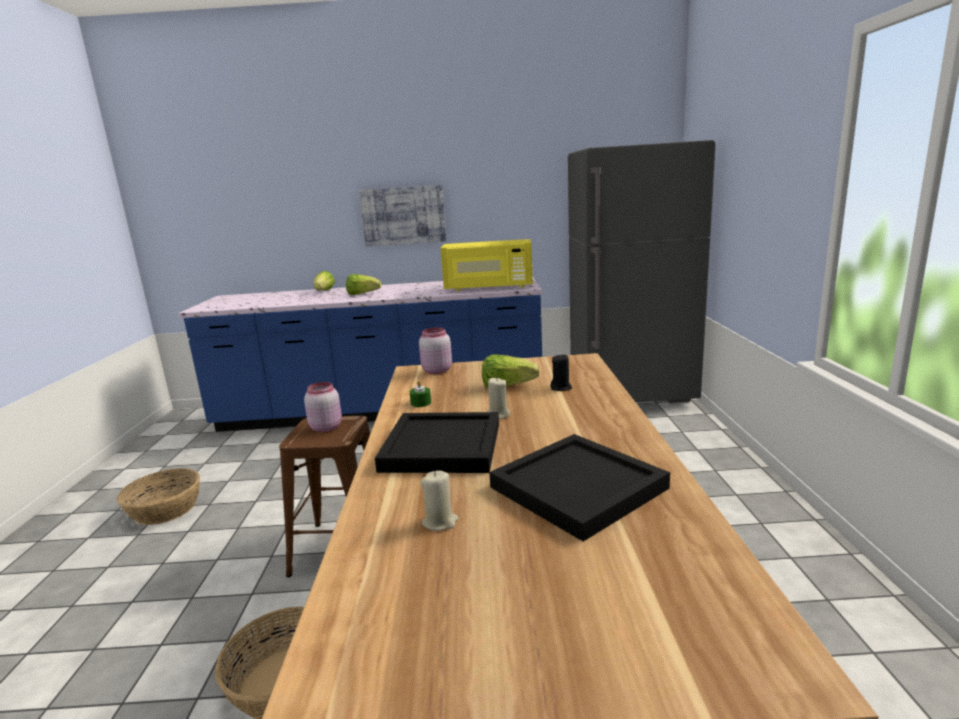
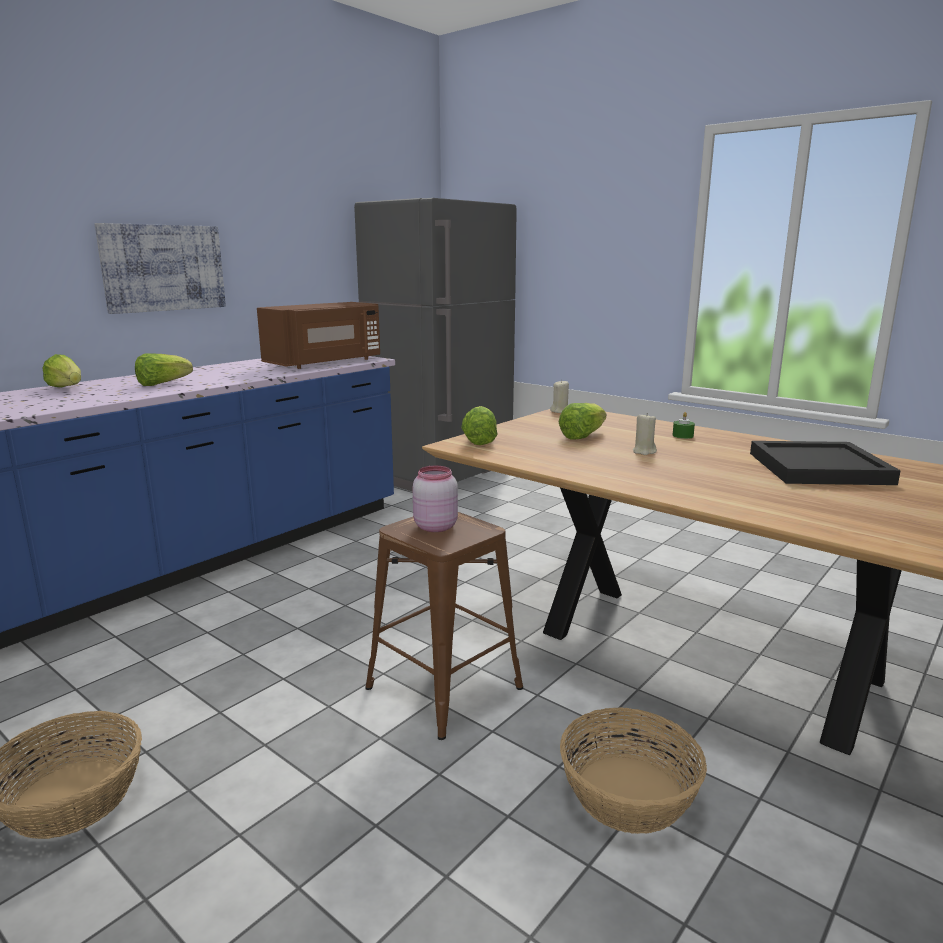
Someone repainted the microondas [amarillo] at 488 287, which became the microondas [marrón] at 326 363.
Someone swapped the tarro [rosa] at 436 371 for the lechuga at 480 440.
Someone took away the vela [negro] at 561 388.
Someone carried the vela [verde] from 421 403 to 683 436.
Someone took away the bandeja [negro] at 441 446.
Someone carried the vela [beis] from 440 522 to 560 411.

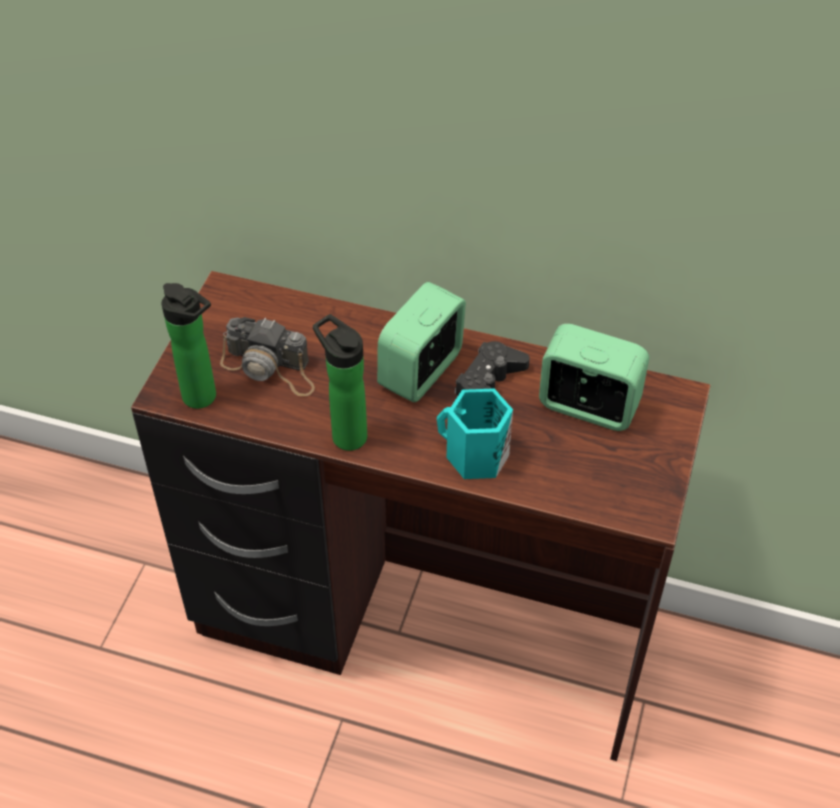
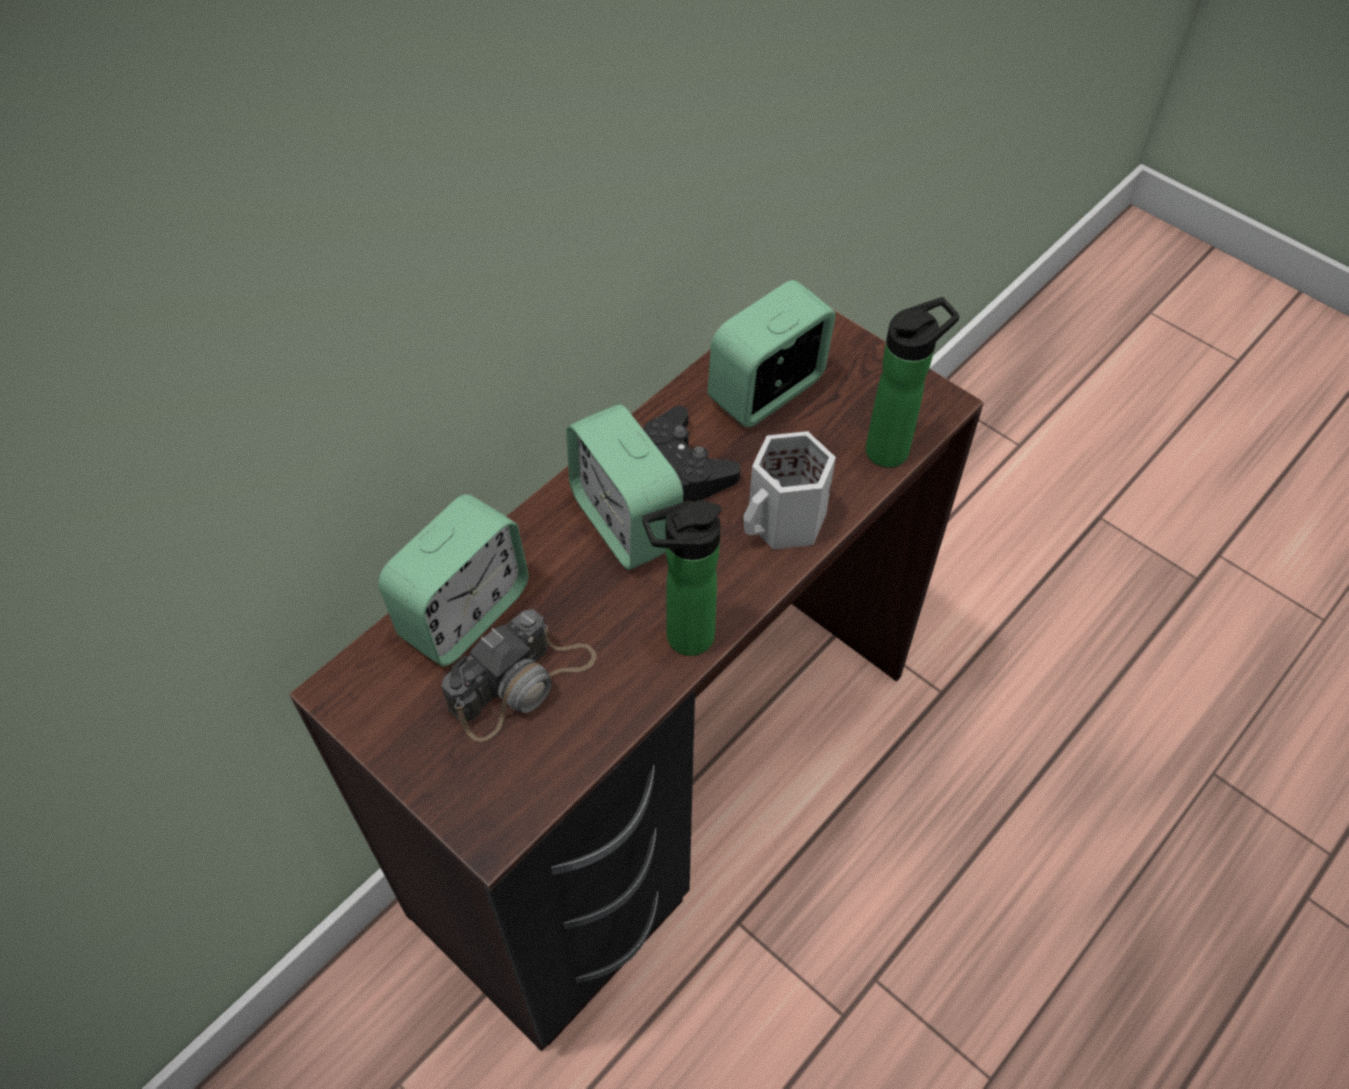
Someone carried the botella from 203 399 to 893 448.
Someone repainted the taza grande [turquesa] at 474 457, which became the taza grande [blanco] at 785 522.
Someone put down the despertador at 464 613.

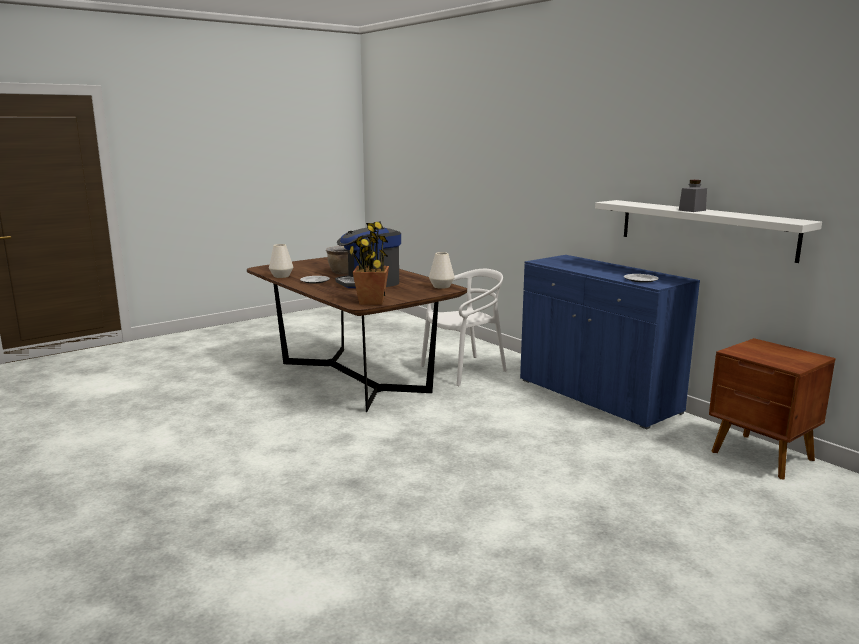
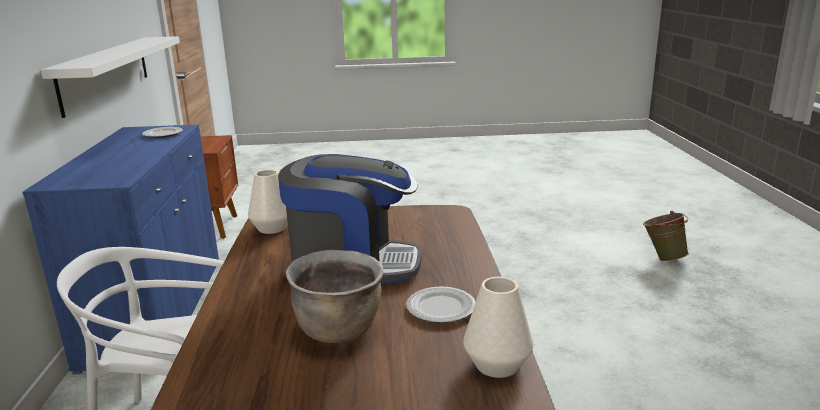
Someone took away the tarro [gris] at 692 210.
Someone took away the planta en maceta at 371 302.
Someone put down the cubo [verde] at 662 257.

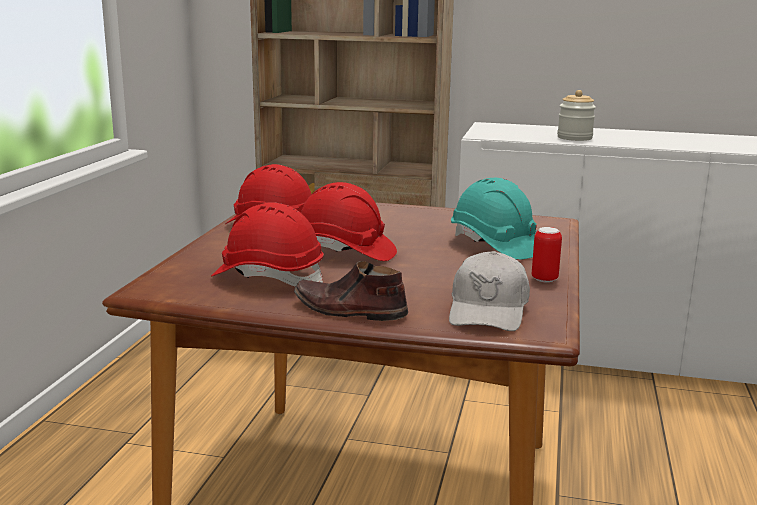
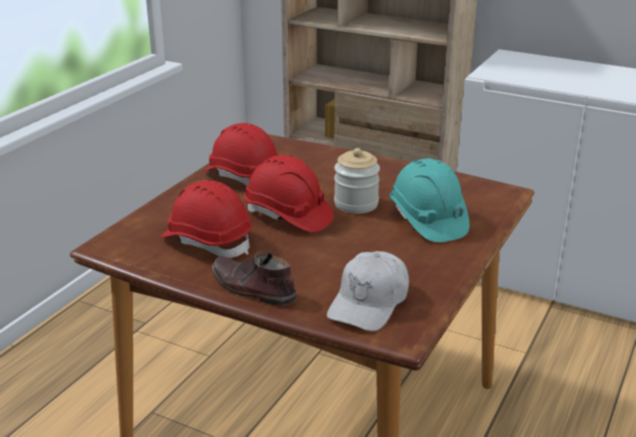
Someone carried the tarro from 574 138 to 356 204.
Someone took away the lata at 544 279.

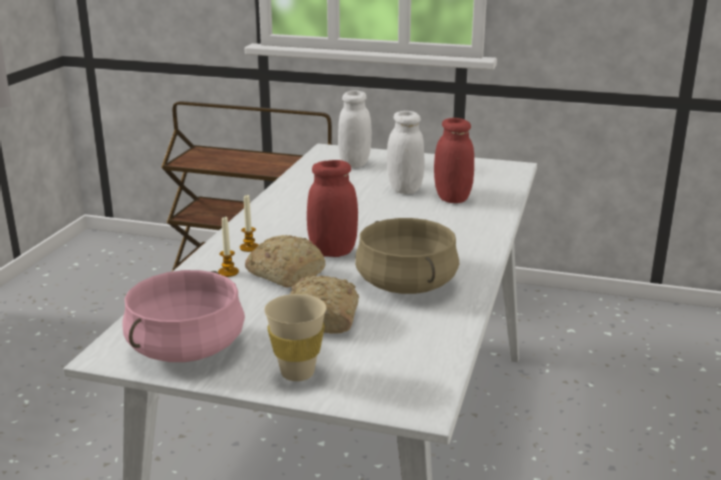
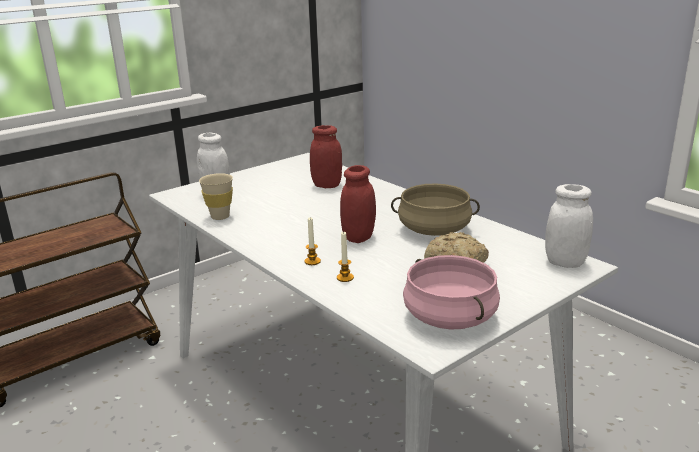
Someone carried the tarro [blanco] from 405 189 to 565 262.
Someone took away the pan at 285 273.
Someone carried the taza [beis] from 297 373 to 220 216.

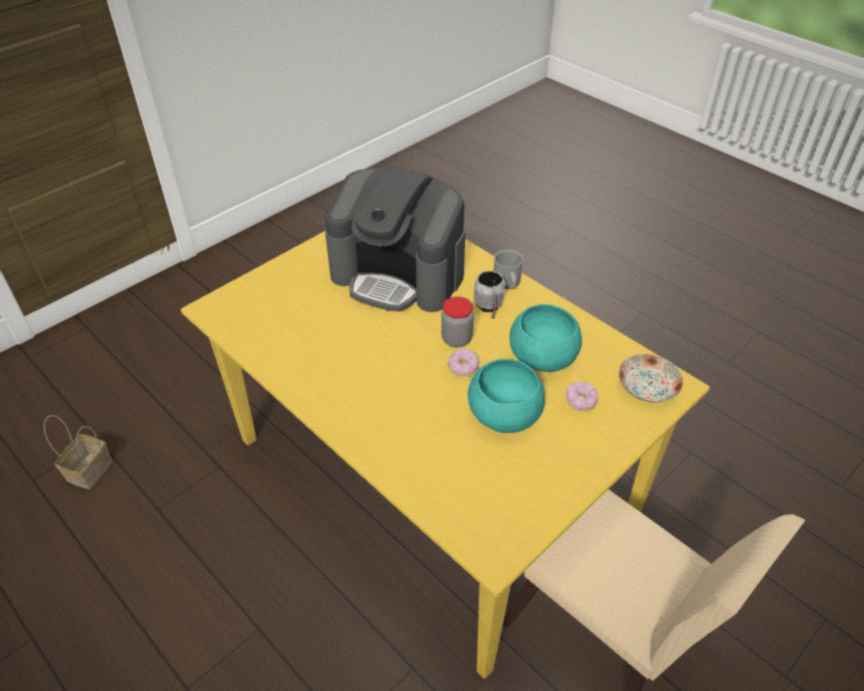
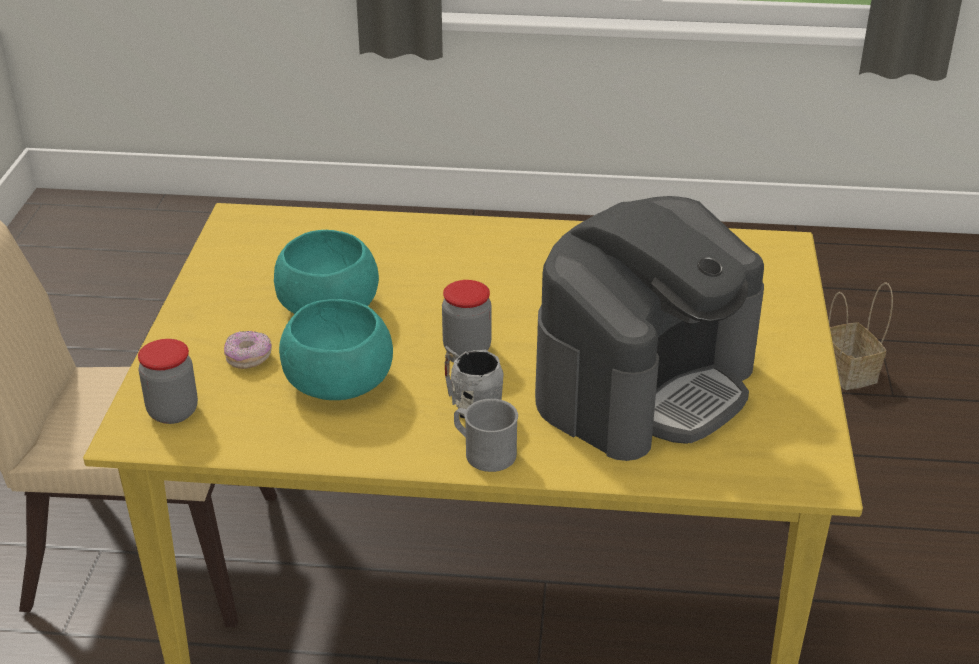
Someone rotated the cafetera at 399 274 by 150 degrees clockwise.
Someone took away the rosquilla at 463 368.
Someone swapped the plato at 646 387 for the tarro at 173 412.

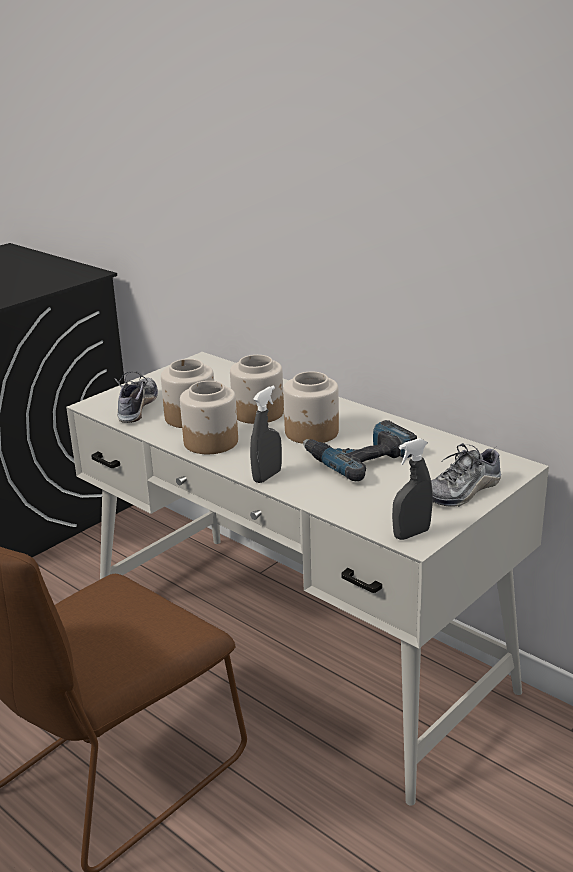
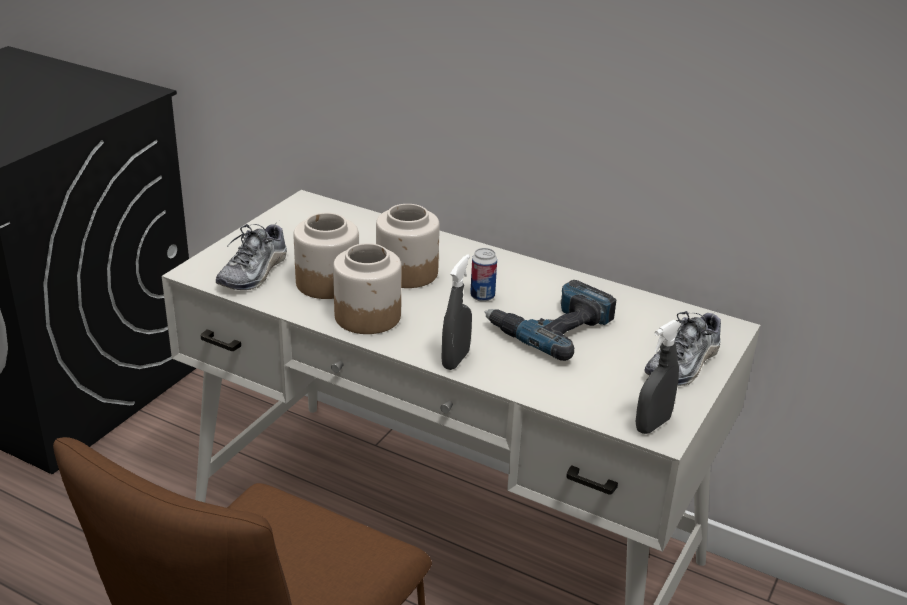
Someone rotated the zapato at 137 407 by 150 degrees counterclockwise.
Someone swapped the tarro at 312 432 for the lata at 482 296.

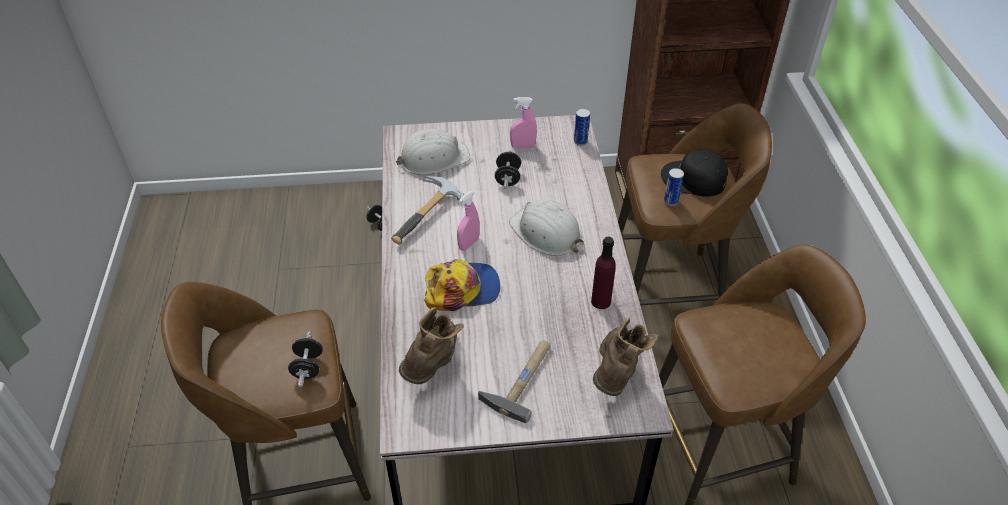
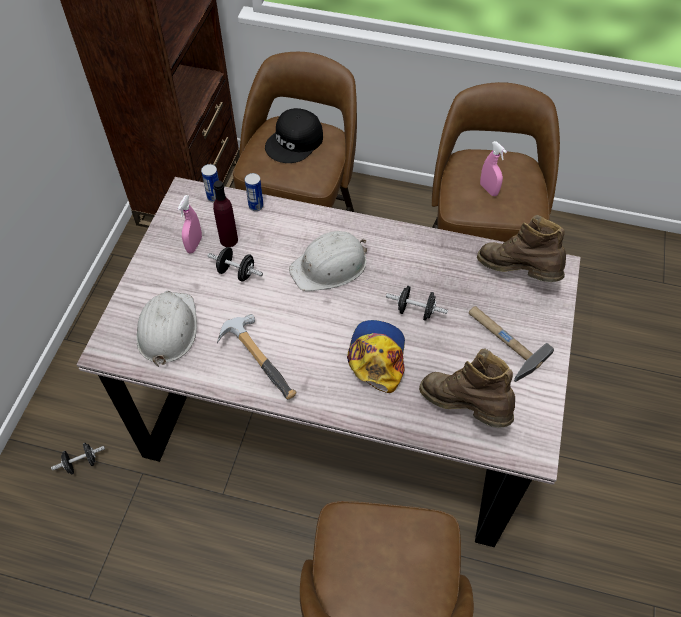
Someone carried the lata from 671 201 to 256 206.
Someone carried the pulverizador [rosa] from 468 244 to 488 189.
Someone carried the botella [morado] from 601 301 to 229 240.
Someone carried the mancuerna [negro] from 308 367 to 415 311.

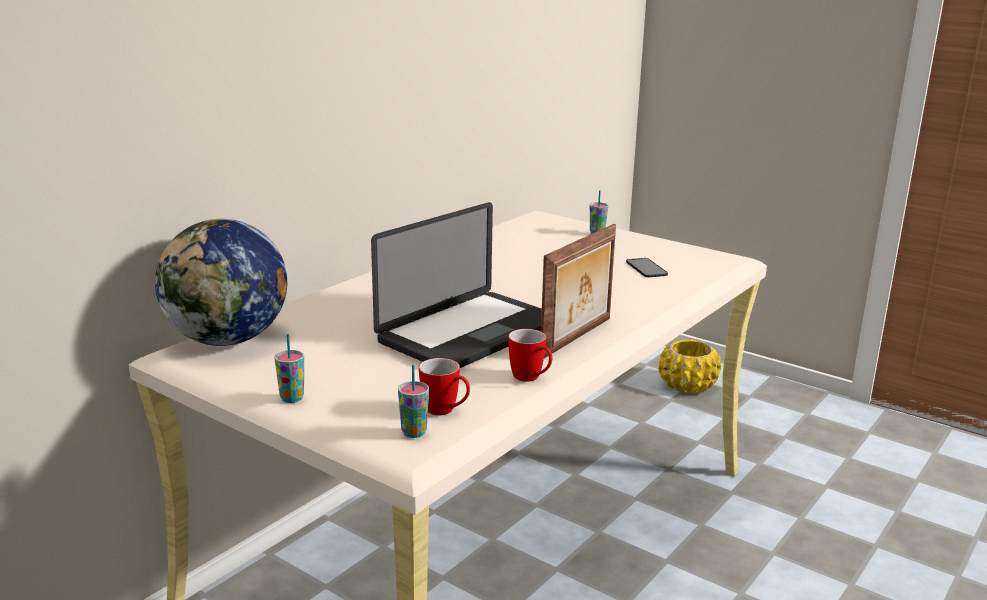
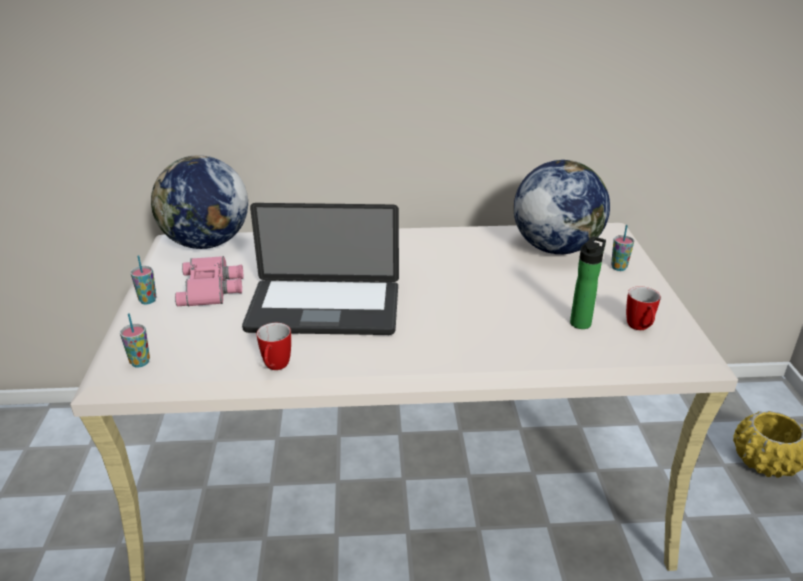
Someone took away the portarretratos at 578 338.
Someone swapped the móvil at 646 268 for the botella at 581 322.
Someone carried the taza grande from 446 411 to 640 328.
Someone put down the globo terráqueo at 555 248.
Someone put down the prismáticos [rosa] at 212 288.

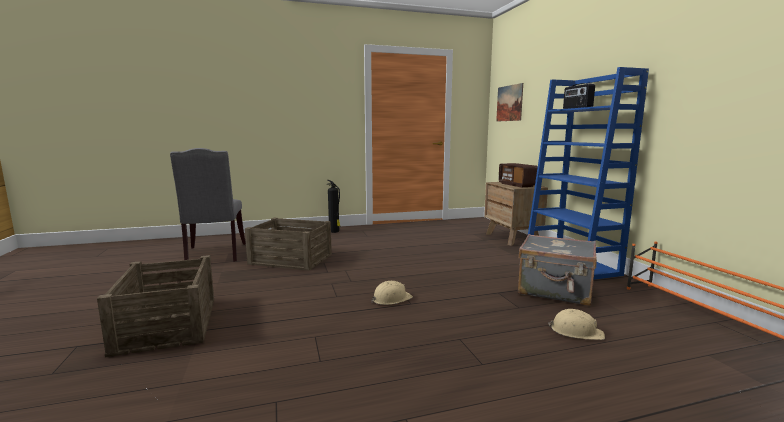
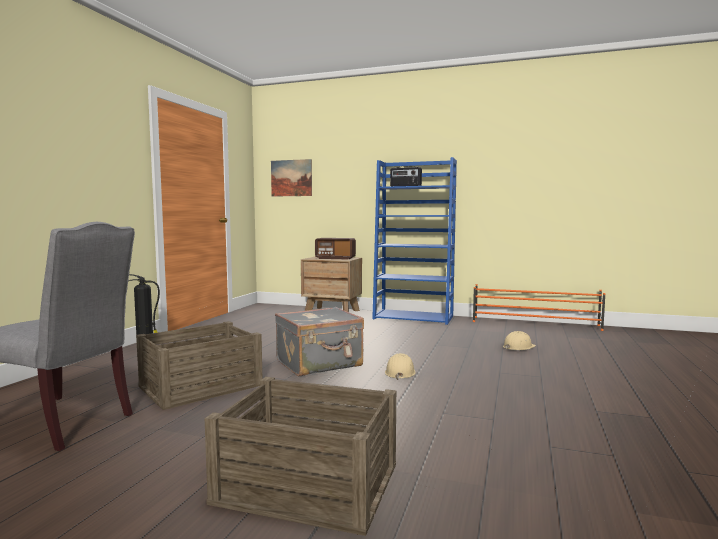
Someone carried the maleta [gris] from 555 291 to 320 364.

